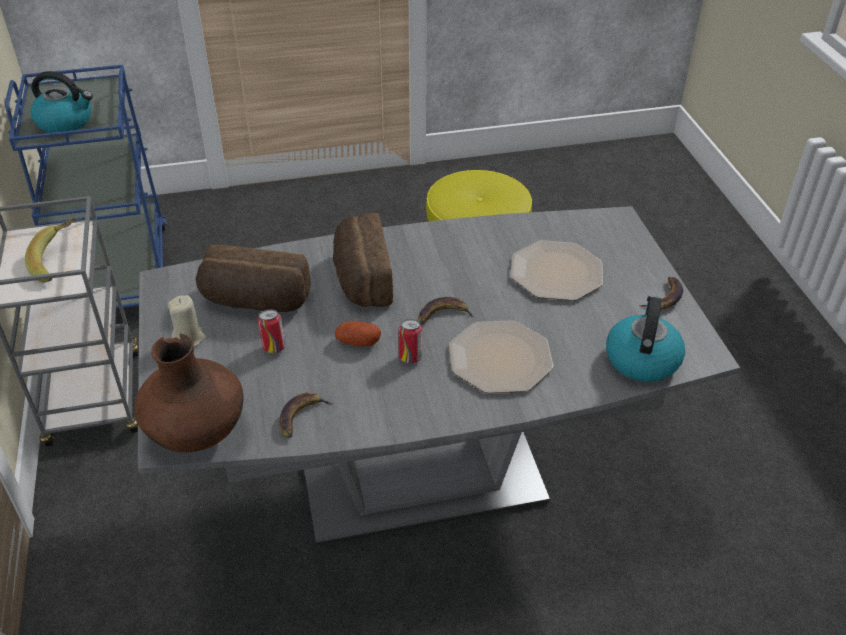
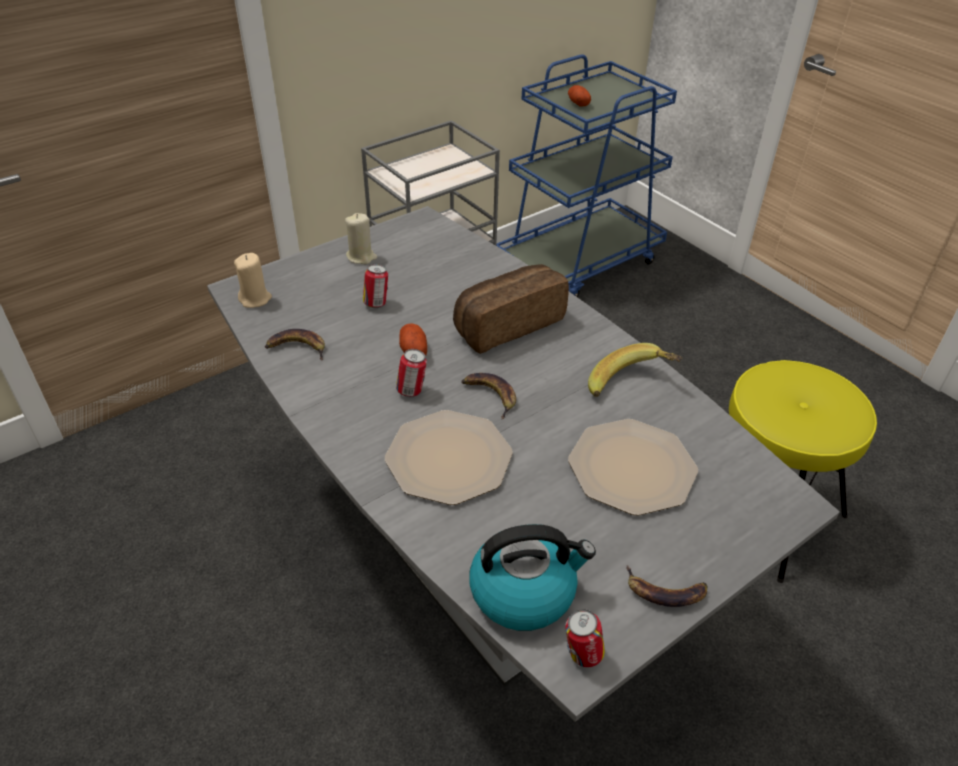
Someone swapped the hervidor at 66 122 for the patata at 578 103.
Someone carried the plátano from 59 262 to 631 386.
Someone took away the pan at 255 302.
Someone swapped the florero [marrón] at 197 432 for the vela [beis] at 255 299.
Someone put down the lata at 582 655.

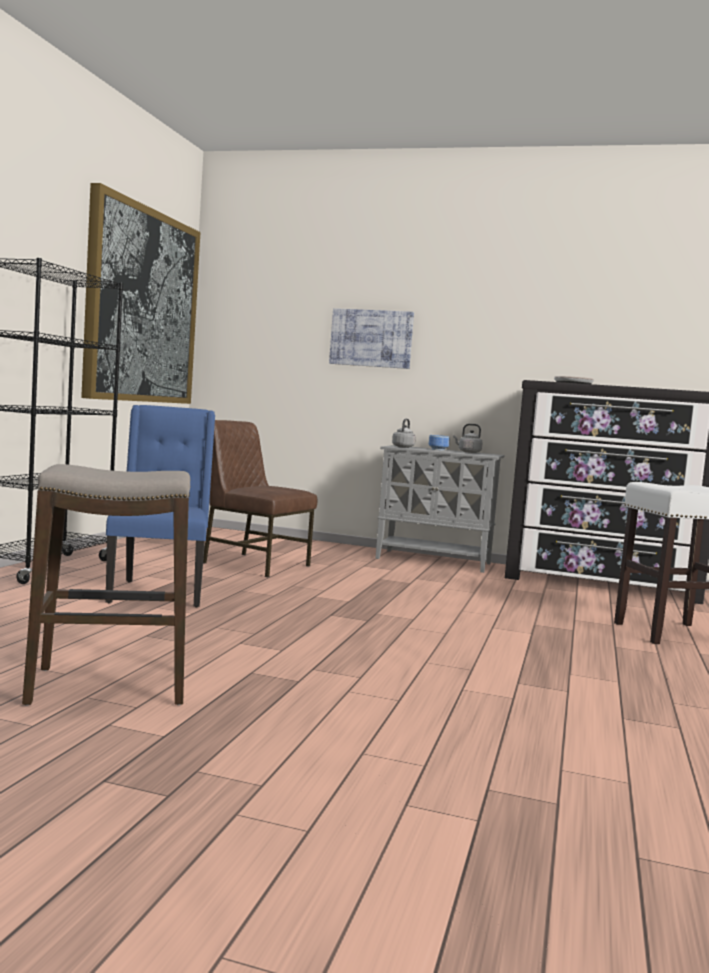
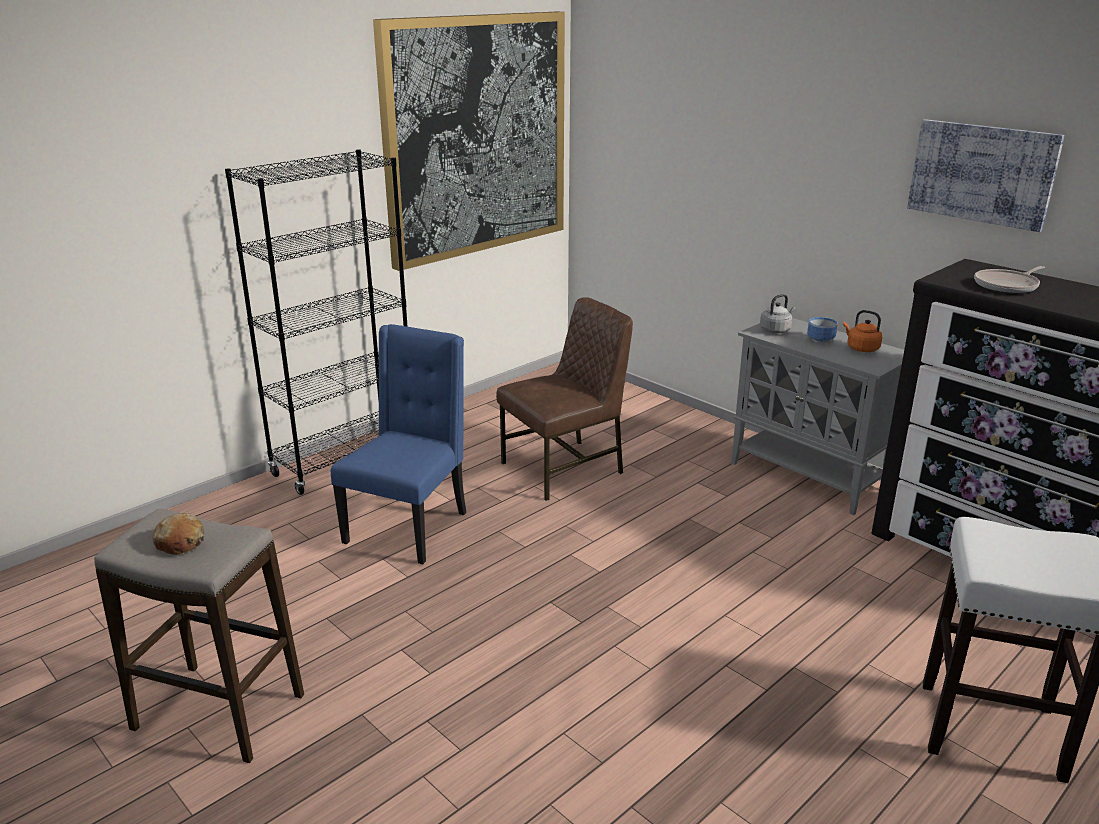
Someone carried the cuadro from 371 338 to 982 173.
Someone rotated the silla [marrón] at 254 564 by 90 degrees clockwise.
Someone repainted the hervidor [gris] at 468 452, which became the hervidor [naranja] at 861 348.
Someone put down the pan at 180 542.

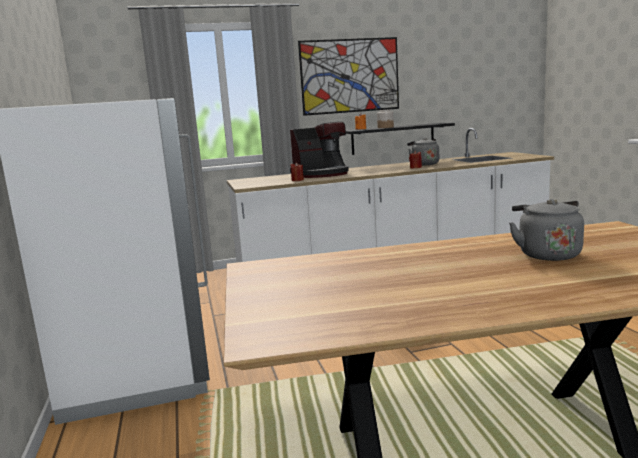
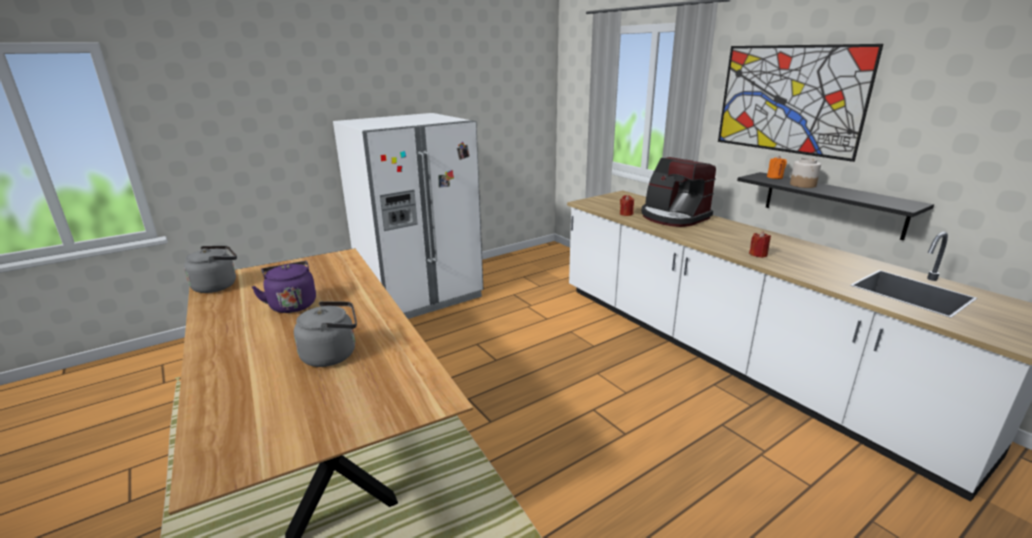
Someone carried the hervidor [gris] from 424 164 to 218 286.
Someone put down the hervidor [morado] at 292 304.

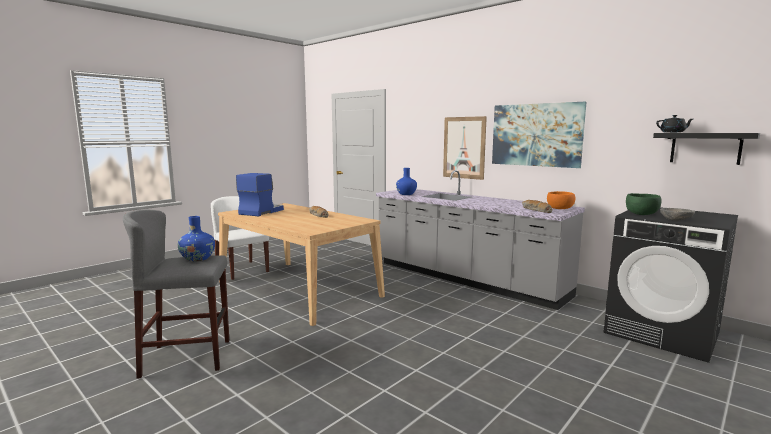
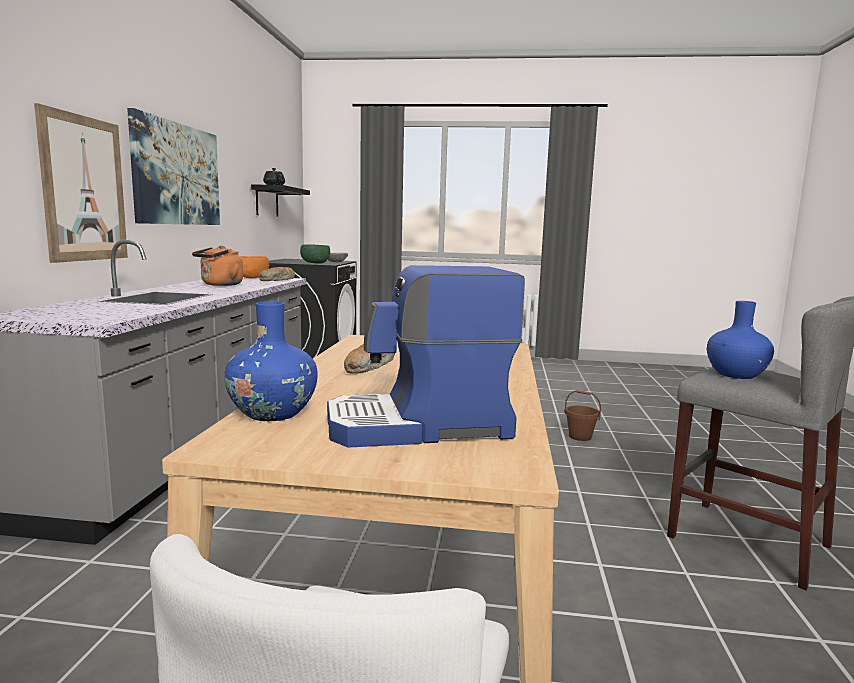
Someone carried the florero [azul] from 406 194 to 273 413.
Someone put down the hervidor [naranja] at 220 285.
Someone put down the cubo [marrón] at 580 437.

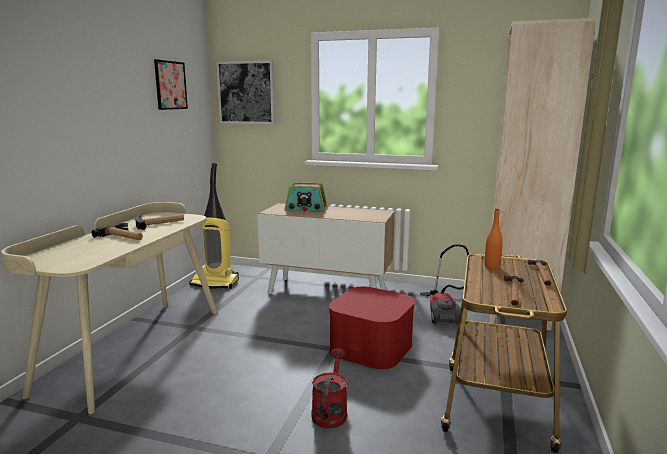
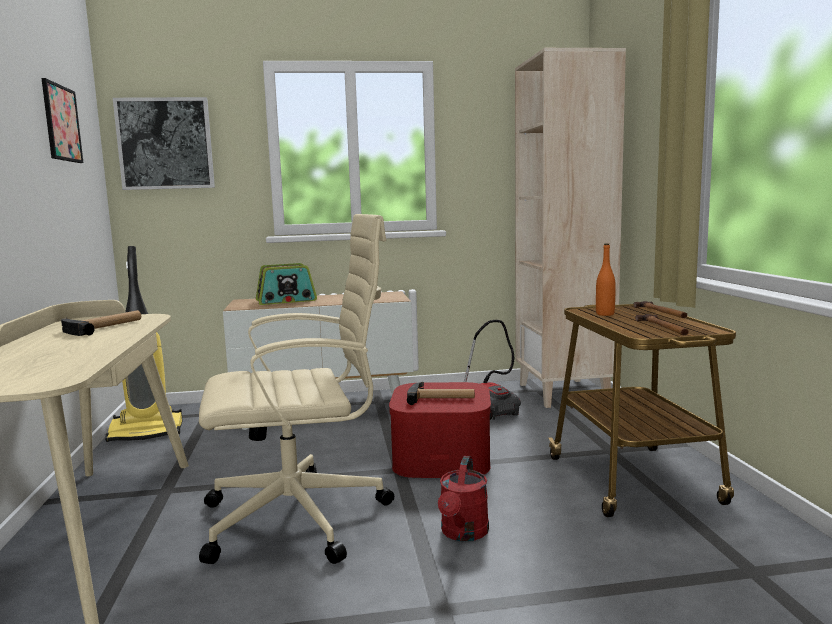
Someone carried the martillo from 123 237 to 441 398.
Someone rotated the regadera [rojo] at 330 411 by 150 degrees counterclockwise.
Someone put down the silla de oficina [beis] at 301 517.

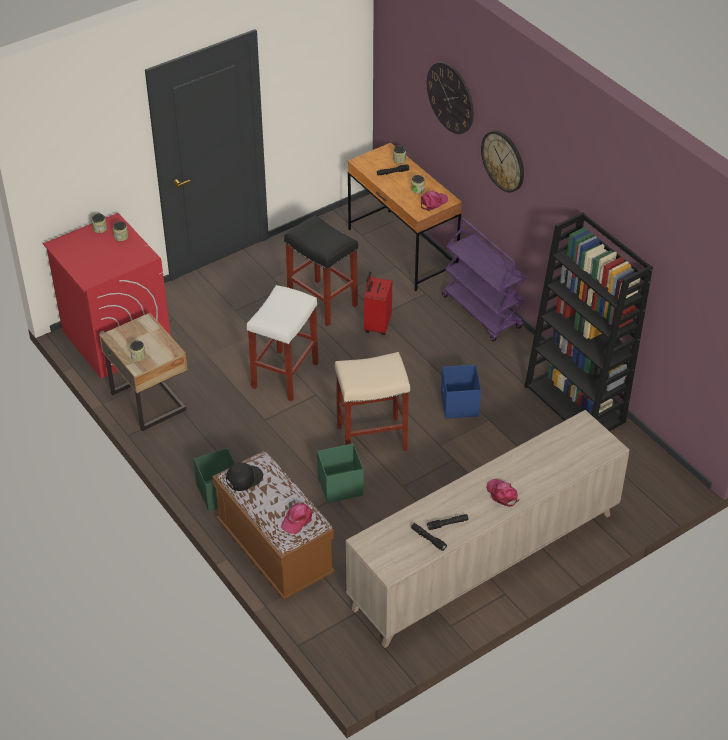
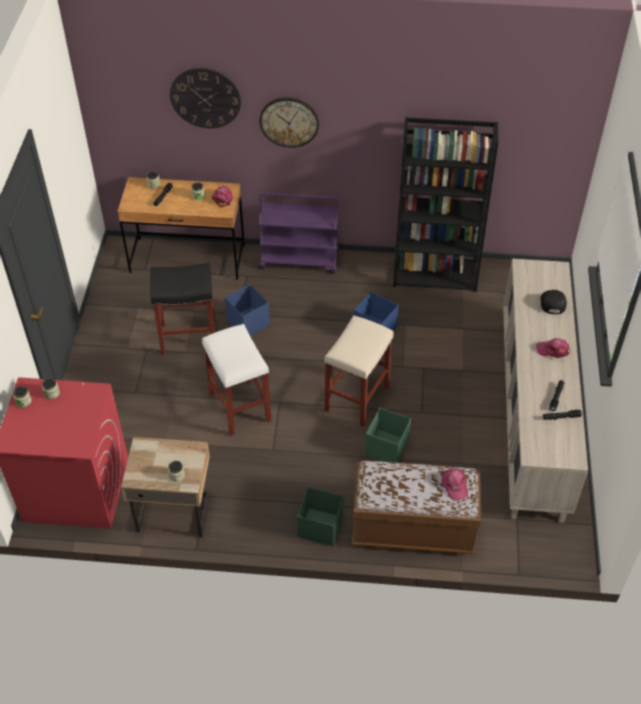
Someone swapped the maleta [rojo] at 377 325 for the caja de almacenaje [azul] at 248 322.
Someone carried the gorra [negro] from 244 478 to 552 303.

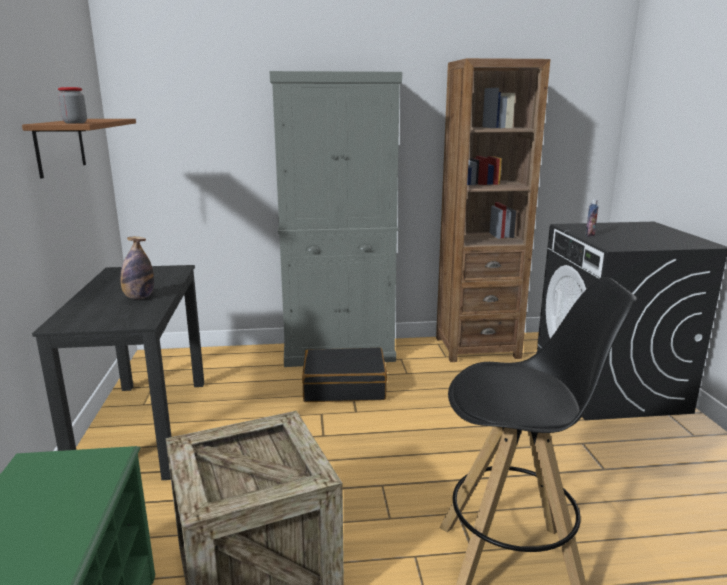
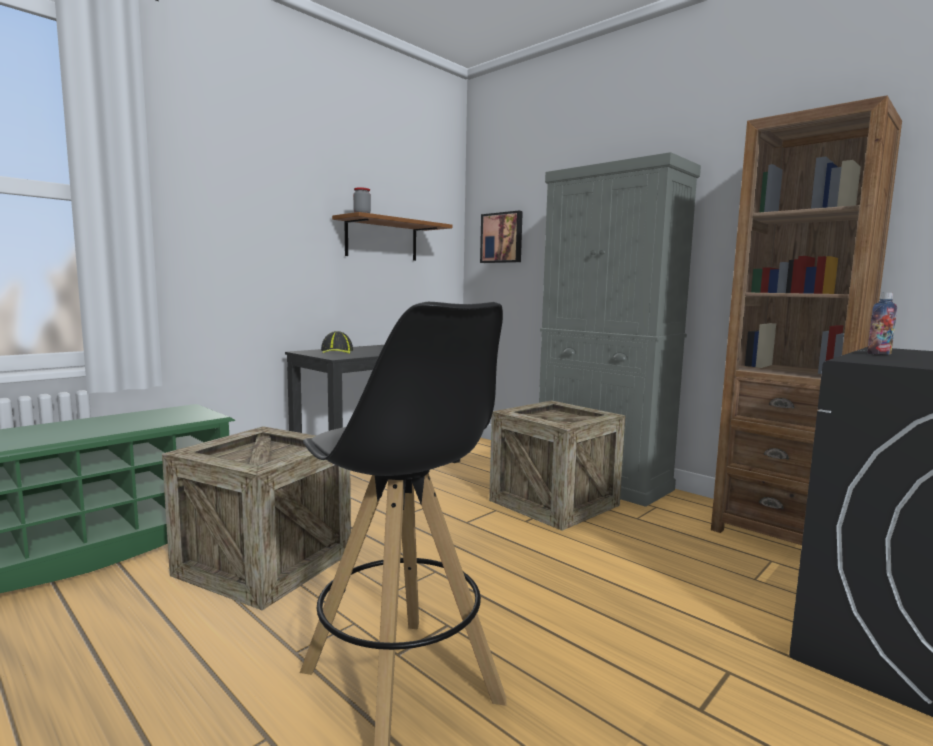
Someone took away the botella at 139 297.
Someone swapped the maleta [negro] at 344 386 for the caja de embalaje at 554 503.
Someone put up the cuadro at 502 238.
Someone put down the gorra at 337 351.

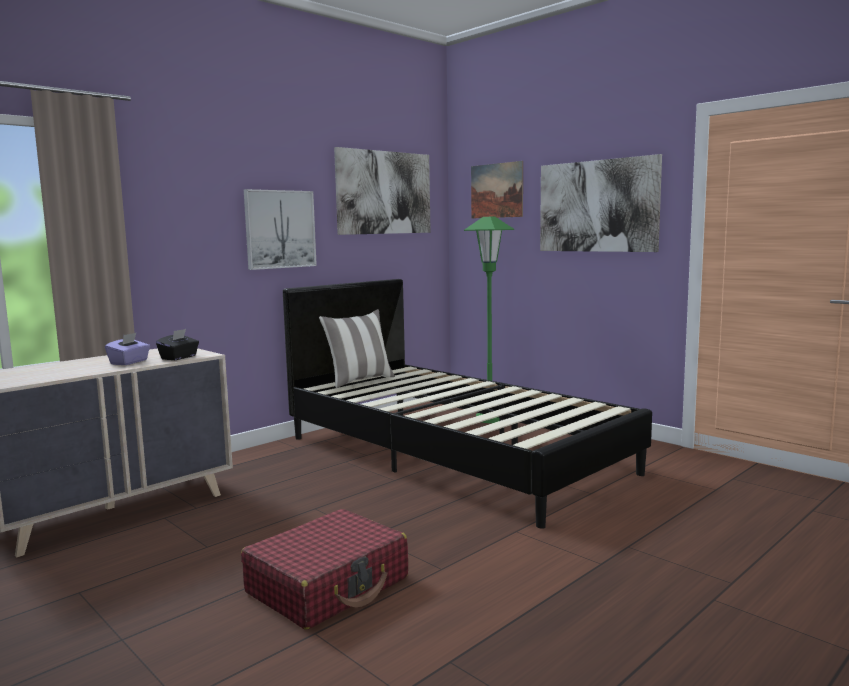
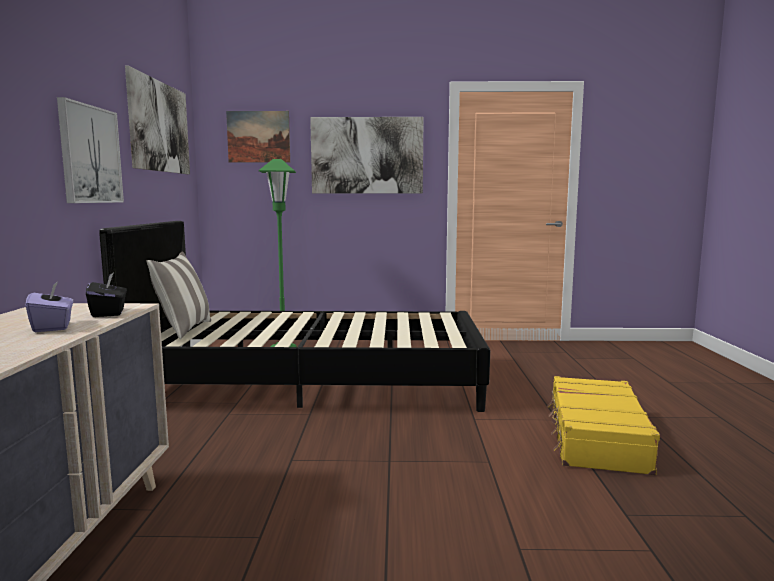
Someone took away the maleta [rojo] at 328 585.
Someone put down the maleta [amarillo] at 595 437.

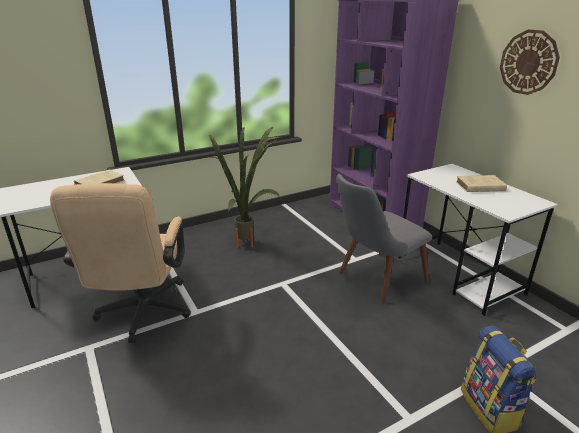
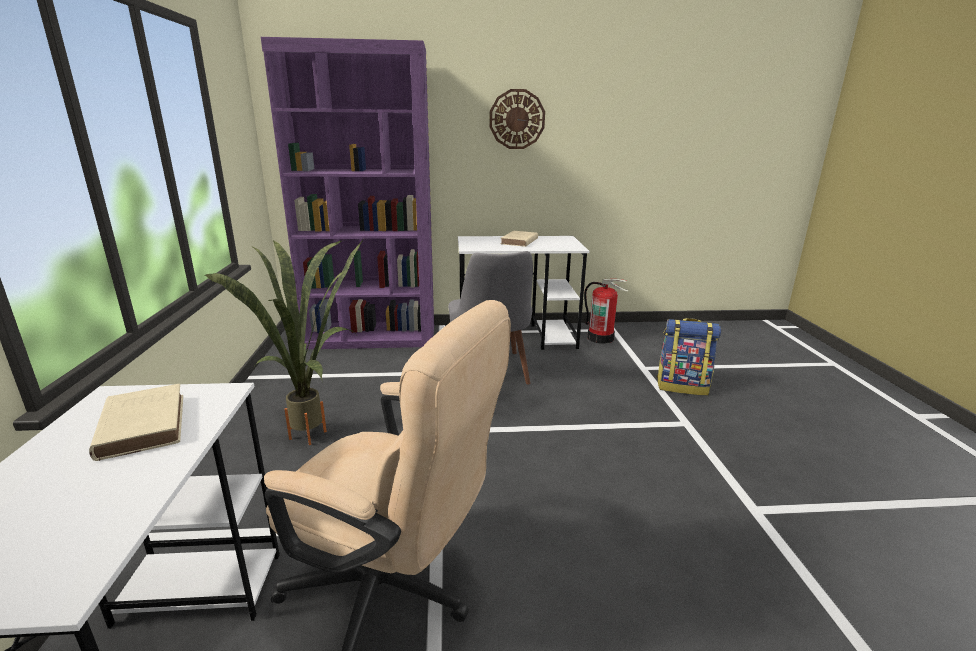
Someone put down the extintor at 601 338.

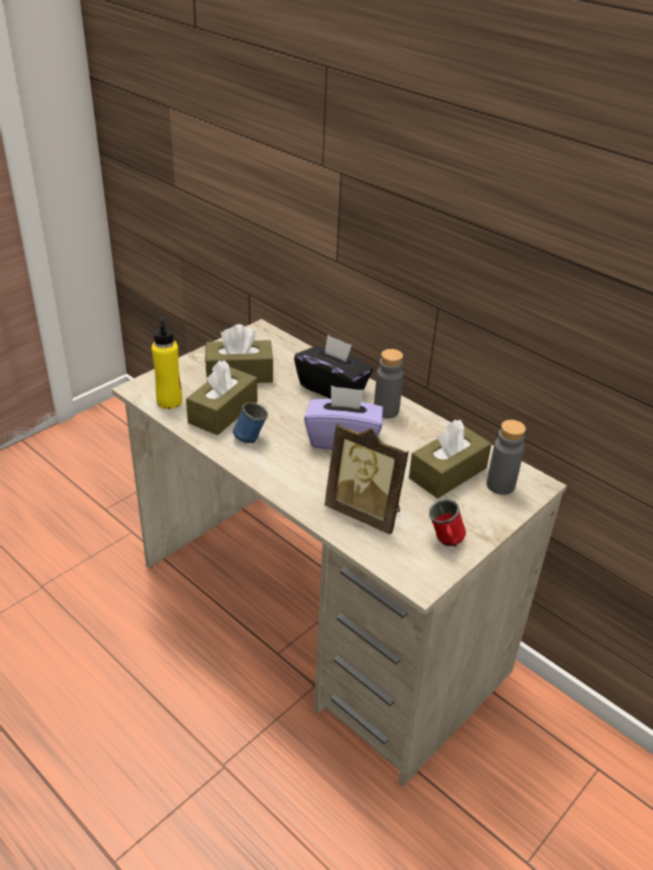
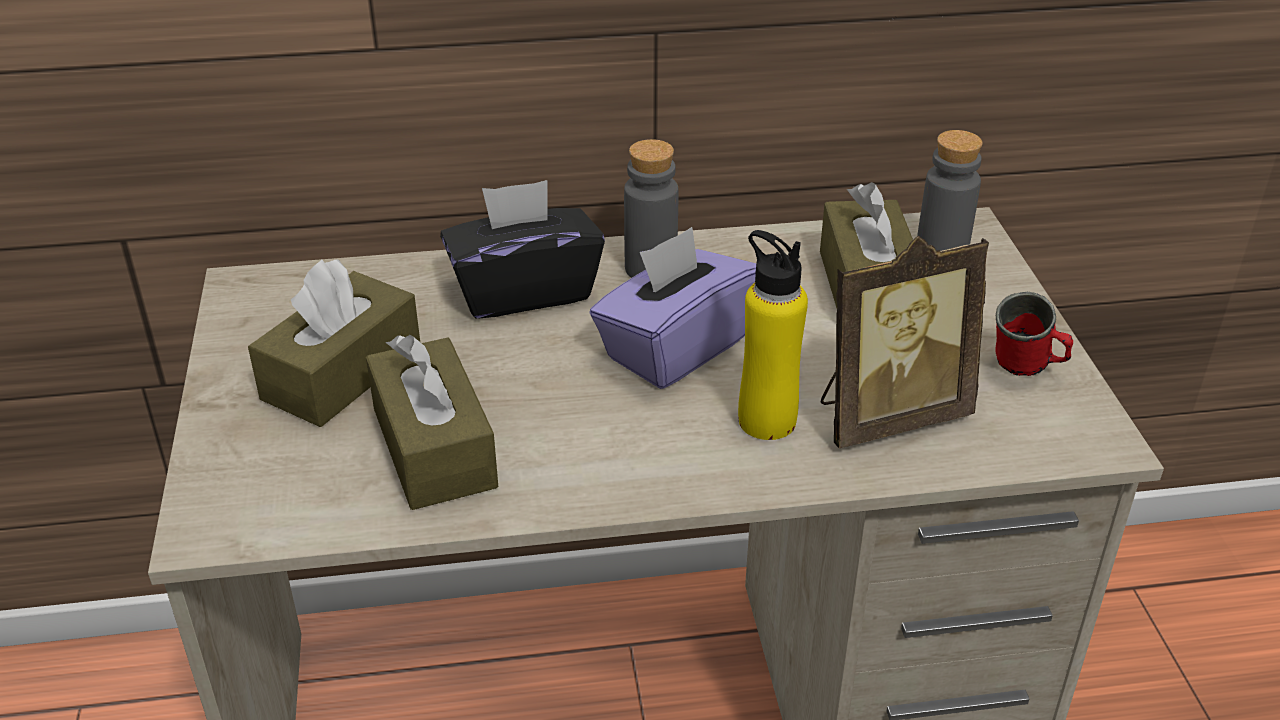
Someone carried the botella [amarillo] from 169 401 to 766 421.
Someone took away the taza grande [azul] at 250 435.

